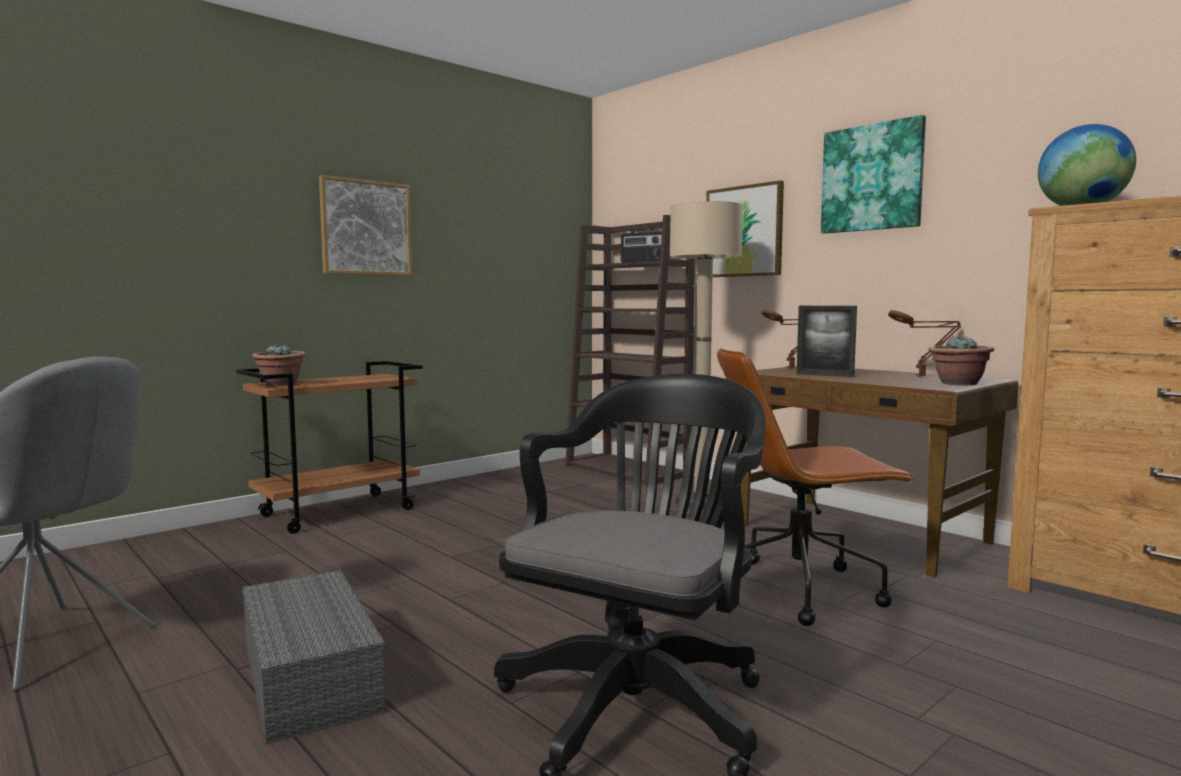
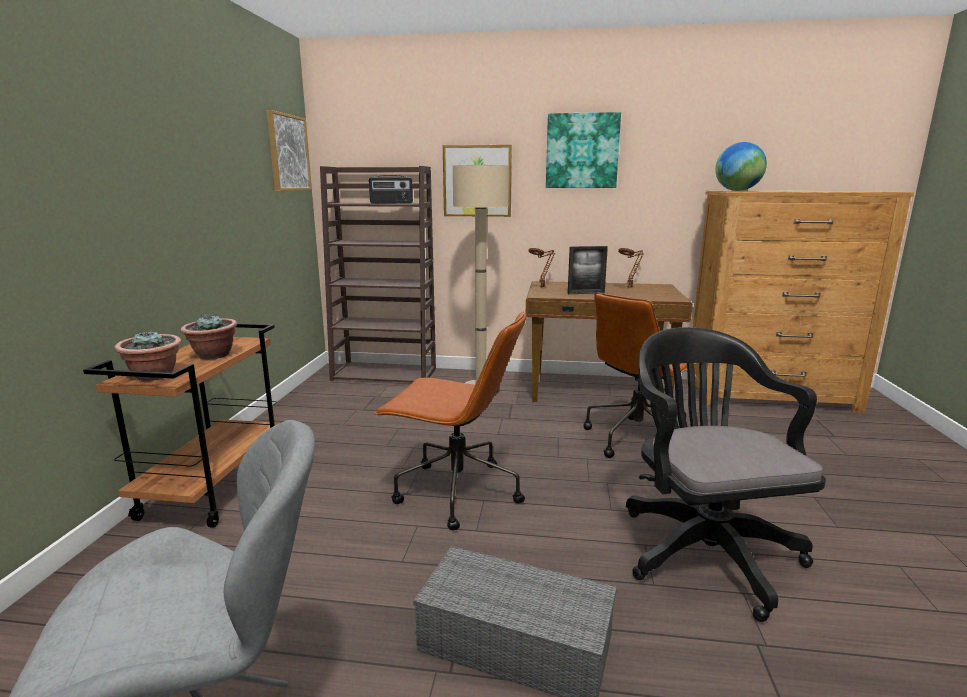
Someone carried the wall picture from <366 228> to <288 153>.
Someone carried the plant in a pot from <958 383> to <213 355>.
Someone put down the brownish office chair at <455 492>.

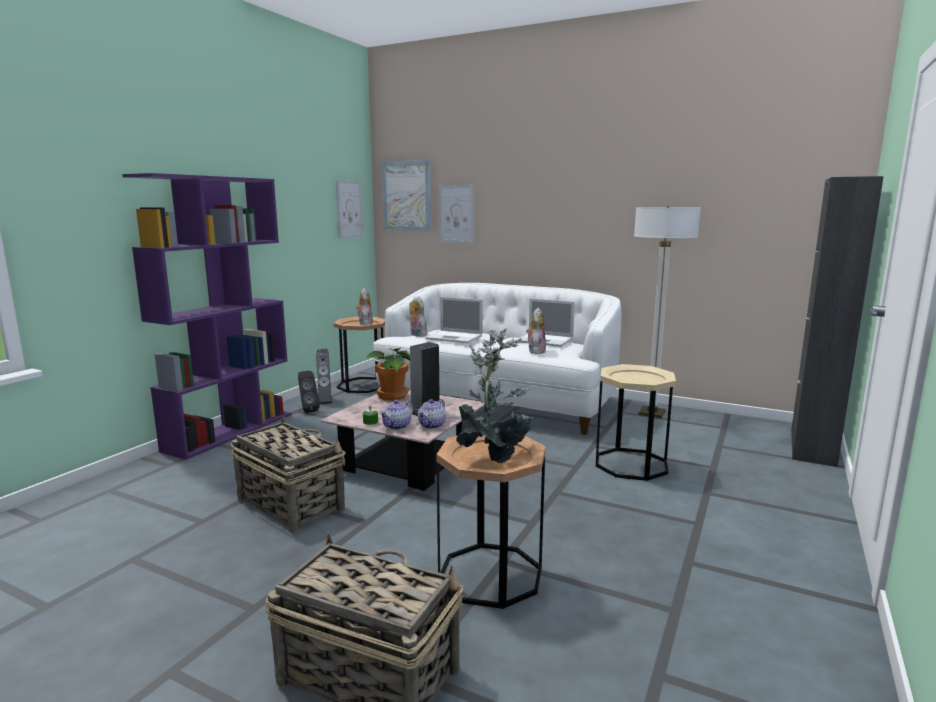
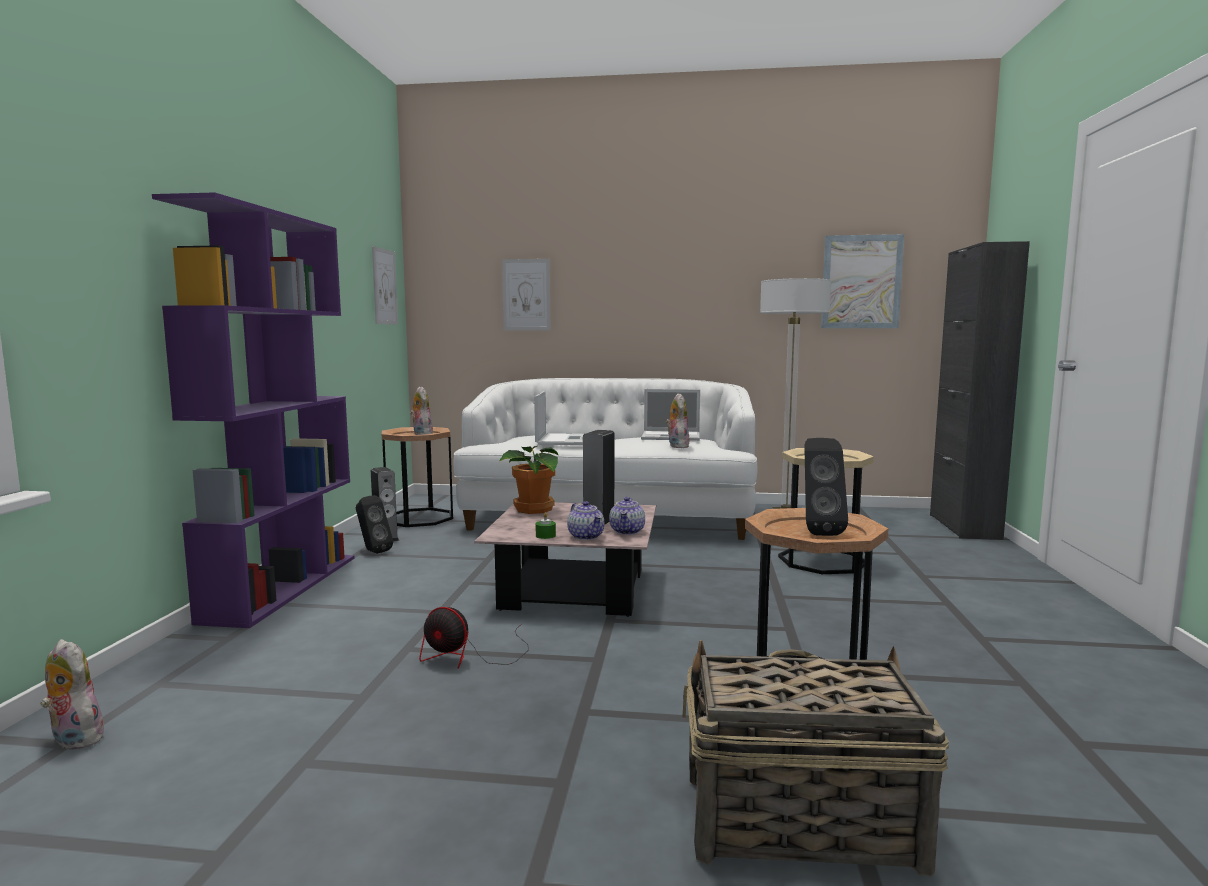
Someone carried the wall picture from <406 196> to <861 282>.
Someone carried the soft toy from <416 335> to <73 739>.
Someone rotated the portable computer at <455 337> by 90 degrees counterclockwise.
Someone swapped the plant in a pot at <493 457> for the blackish speaker at <818 532>.
Someone rotated the tea pot at <397 426> by 45 degrees counterclockwise.
Someone swapped the storage basket at <290 503> for the cooling fan at <471 656>.

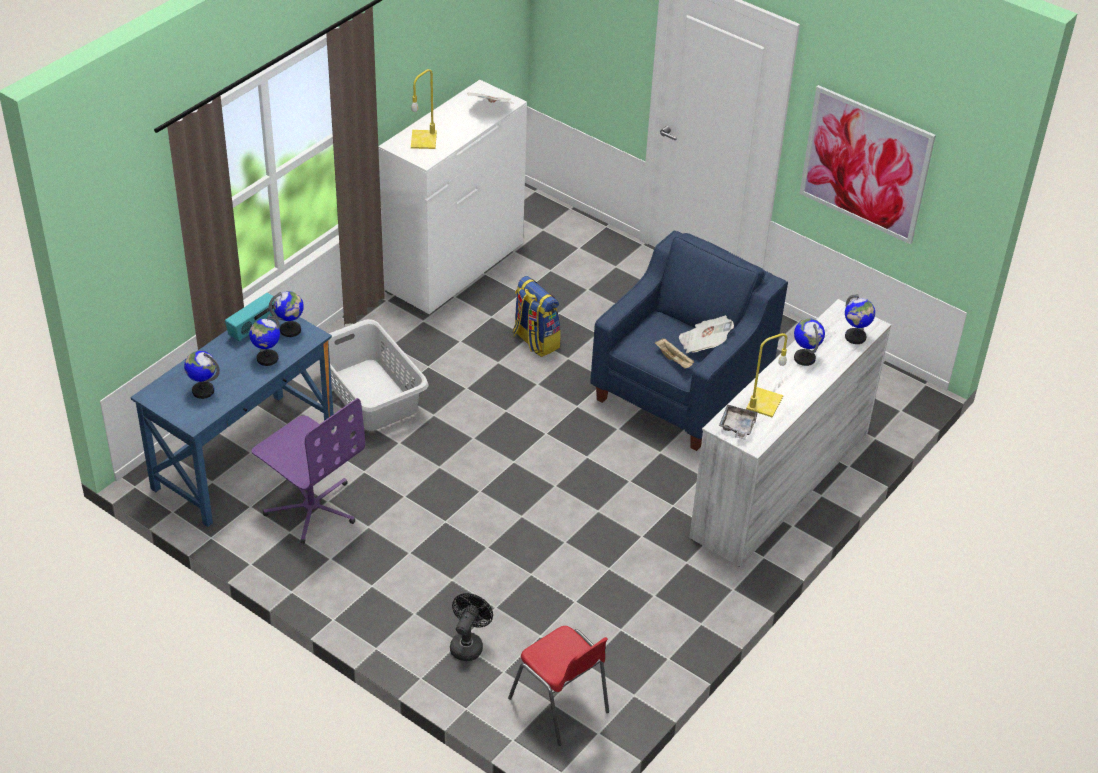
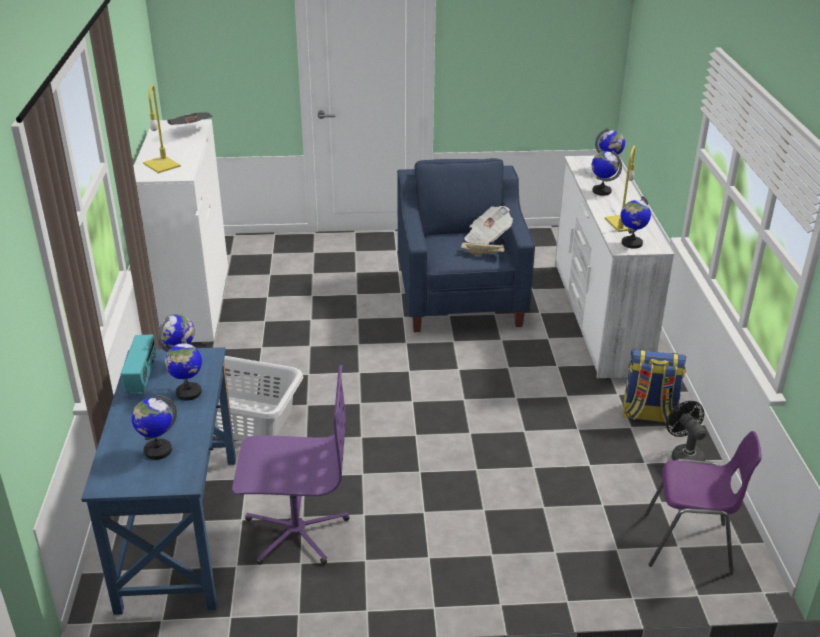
Someone took away the wall picture at <865 164>.
Someone carried the backpack from <535 341> to <648 415>.
Someone swapped the grey carrying tray at <737 426> for the world globe at <631 243>.
Someone carried the blackish cooling fan from <468 644> to <684 456>.
Someone repainted the red-coloured plain chair at <560 707>, which became the purple-coloured plain chair at <690 544>.

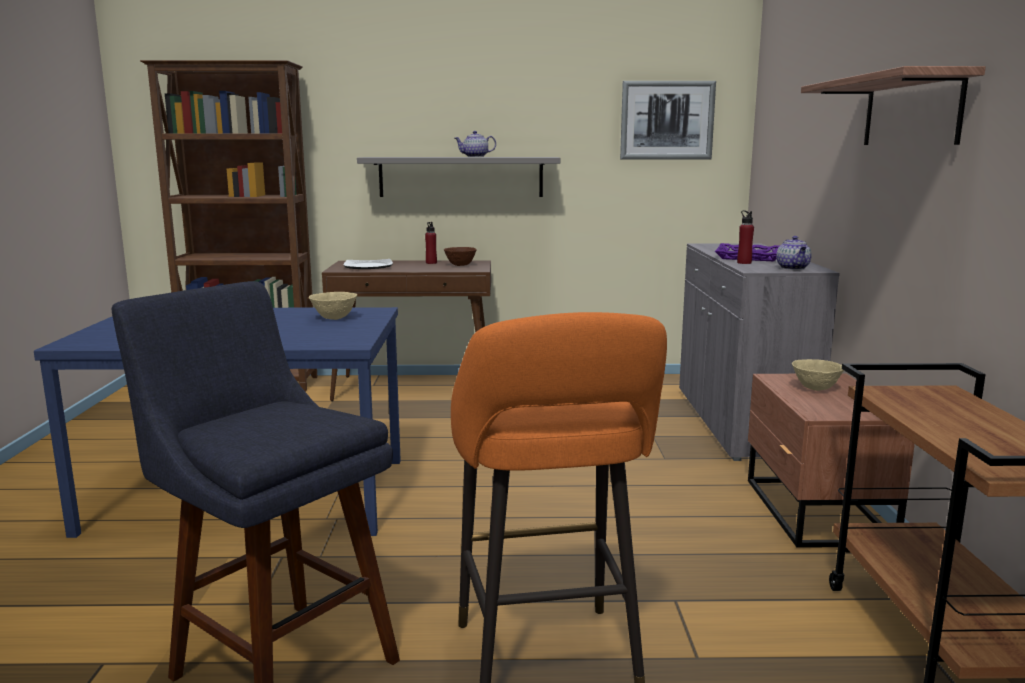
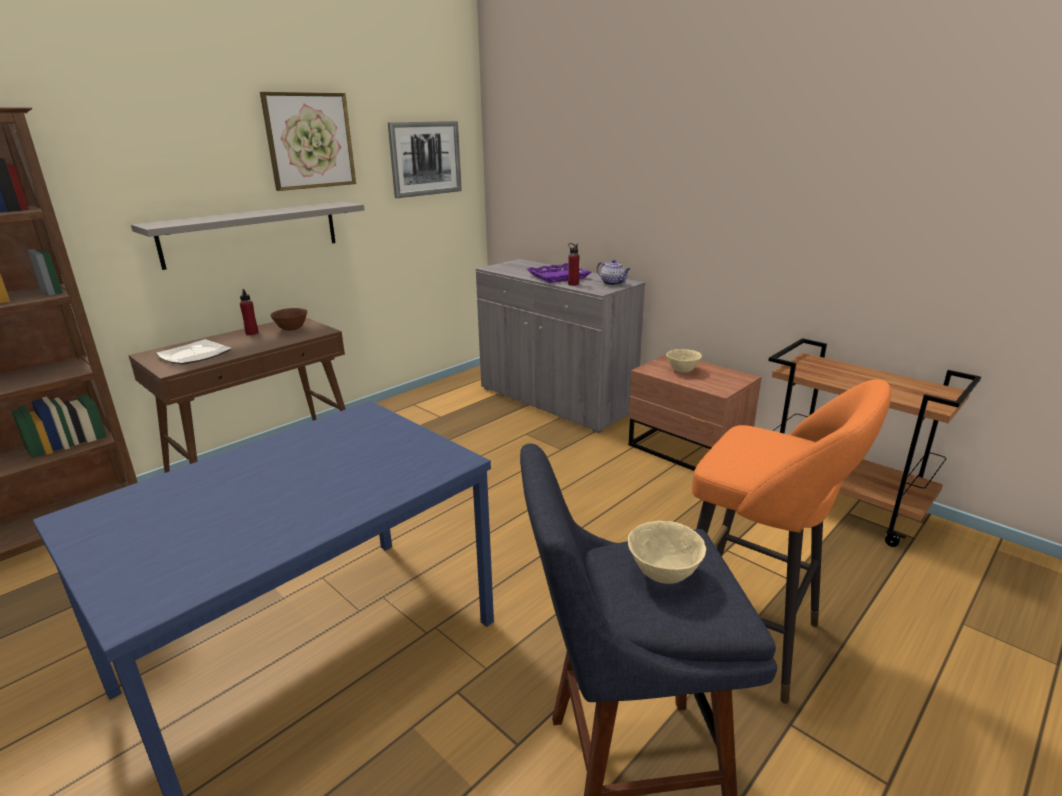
Someone took away the wall shelf at <911 111>.
Someone took away the tea pot at <474 156>.
Someone carried the sand-coloured bowl from <333 318> to <663 574>.
Someone put up the wall picture at <310 141>.

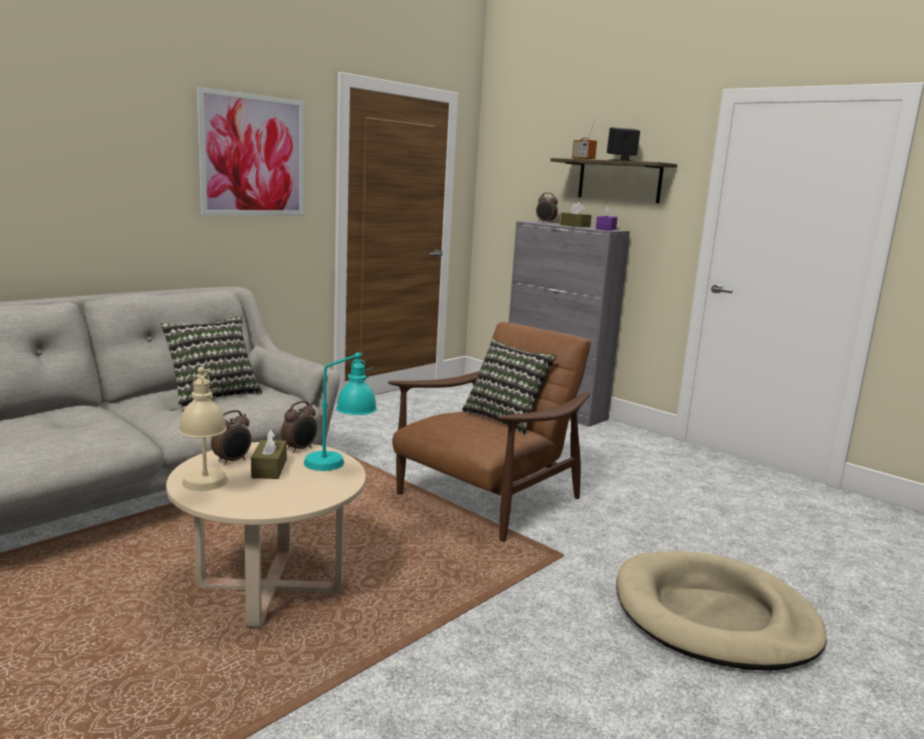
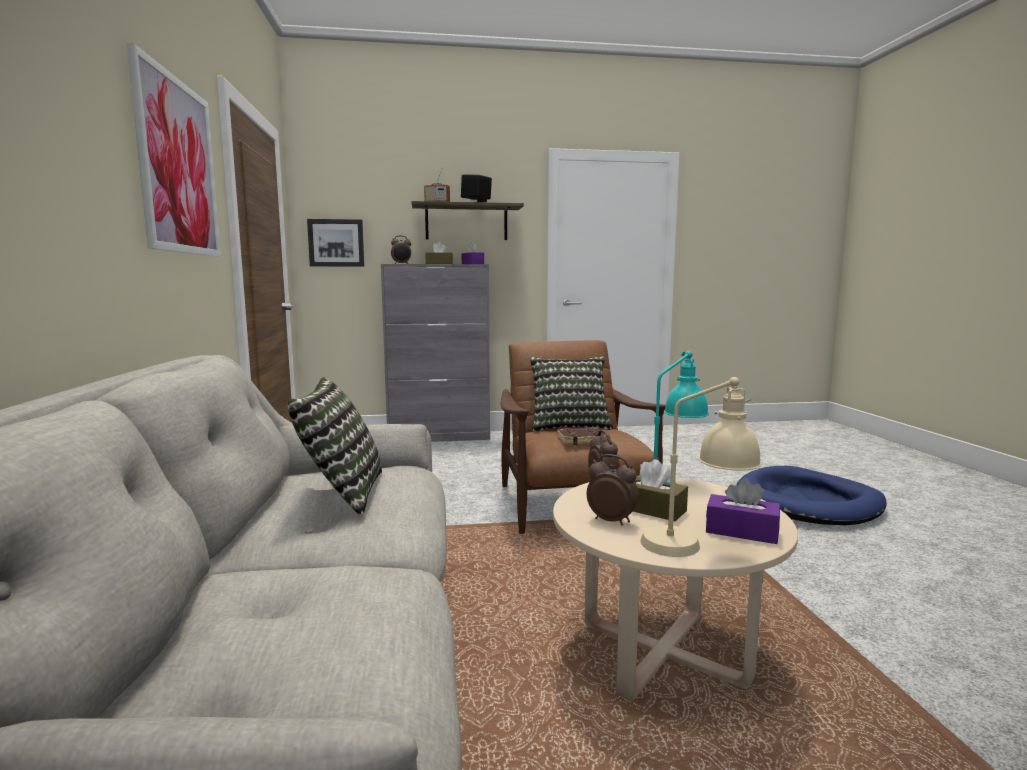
Someone rotated the bedside clock at <232 461> by 45 degrees counterclockwise.
Someone repainted the sand-coloured pet bed at <714 617>, which became the blue pet bed at <808 502>.
Someone put up the wall picture at <336 243>.
Someone put down the brownish bound book at <581 439>.
Someone put down the purple-coloured tissue box at <741 531>.

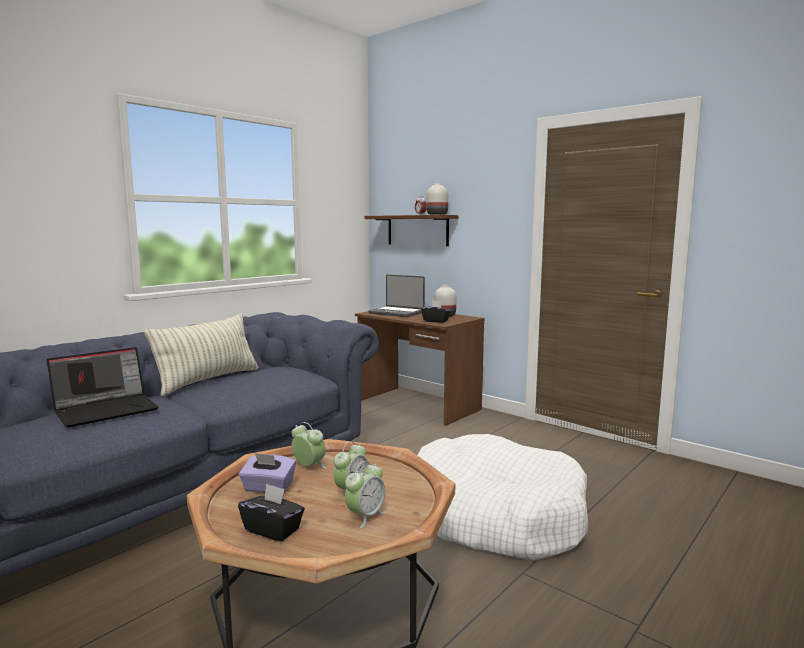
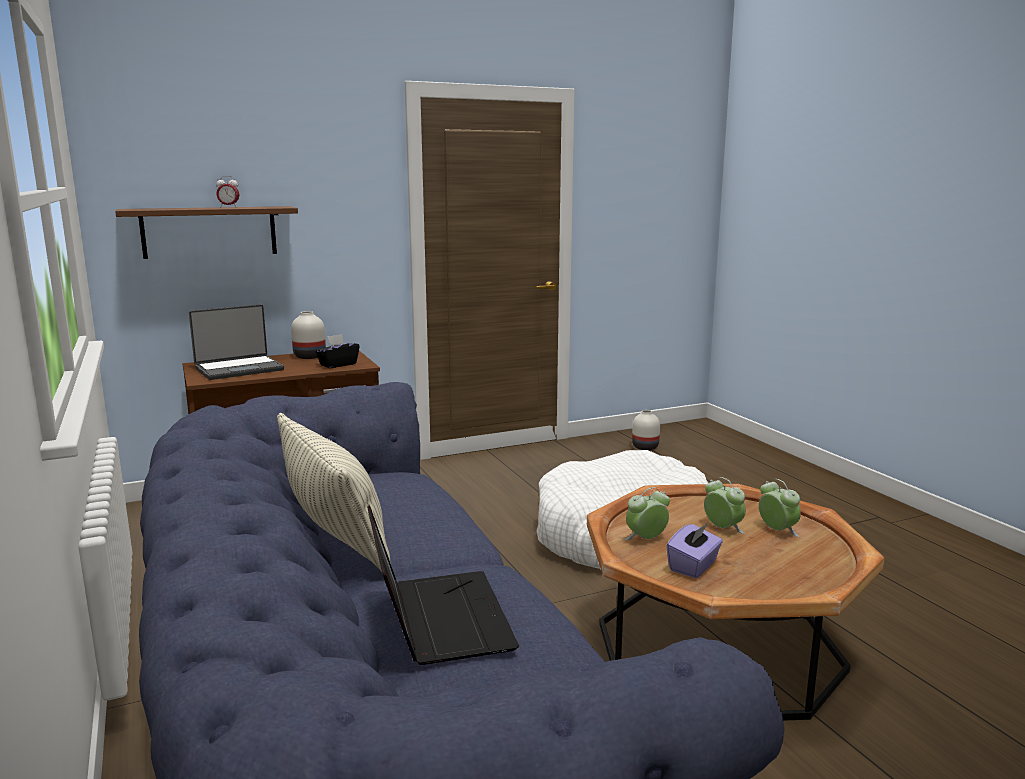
Someone carried the whitish decorative vase from <437 214> to <646 447>.
Someone took away the blackish tissue box at <273 530>.

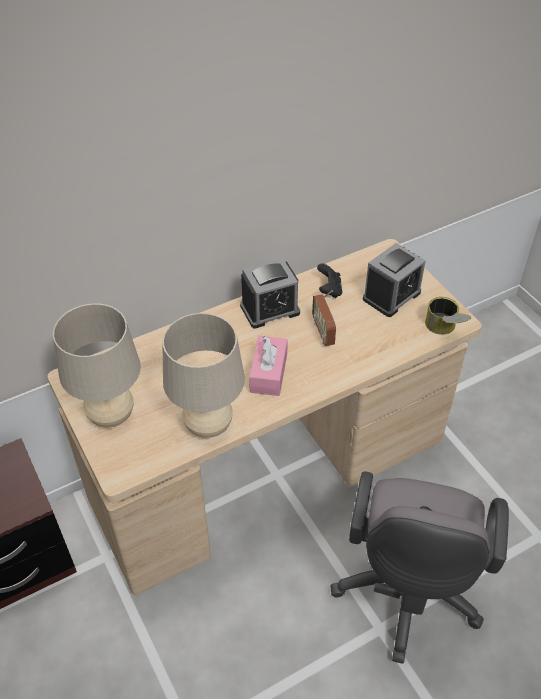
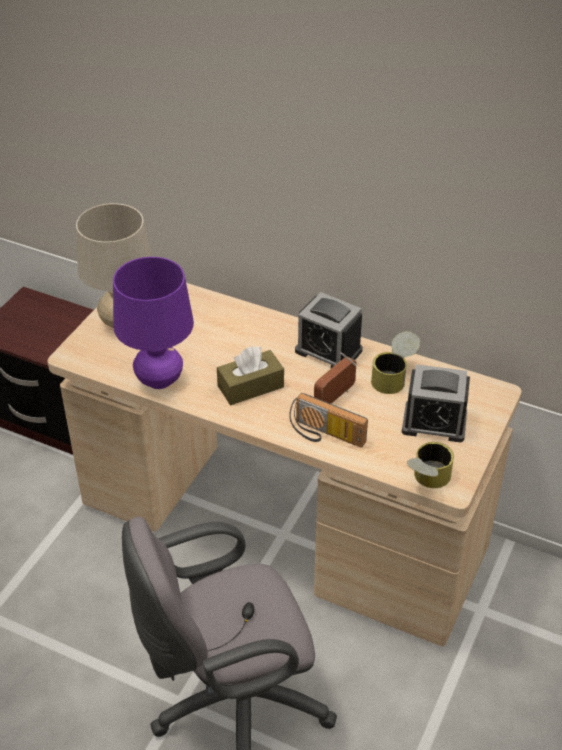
Someone swapped the blackish game controller at <329 290> for the sealed can at <394 377>.
Someone repainted the sand-coloured tabletop lamp at <208 426>, which became the purple-coloured tabletop lamp at <159 380>.
Someone repainted the pink tissue box at <268 373>, which became the brownish tissue box at <250 386>.
Someone put down the radio receiver at <324 435>.

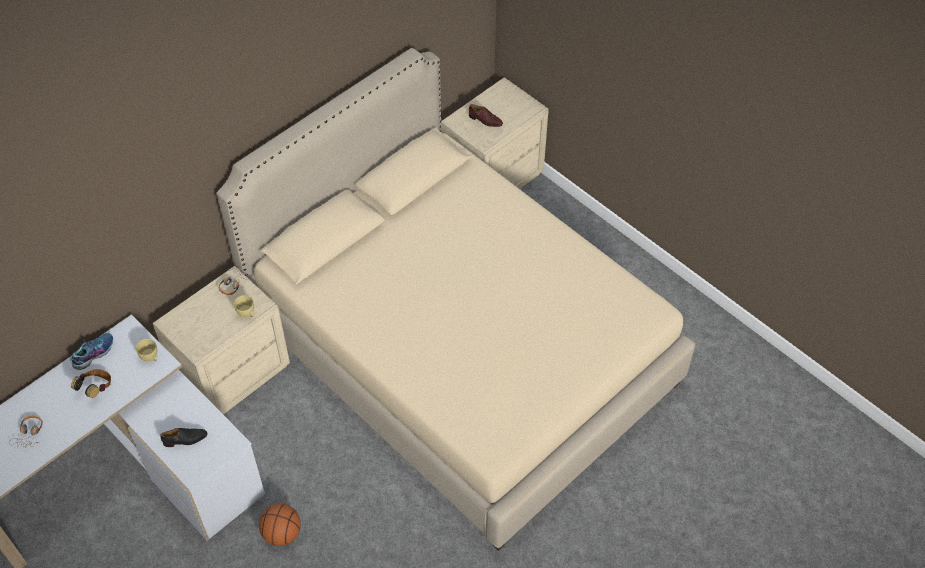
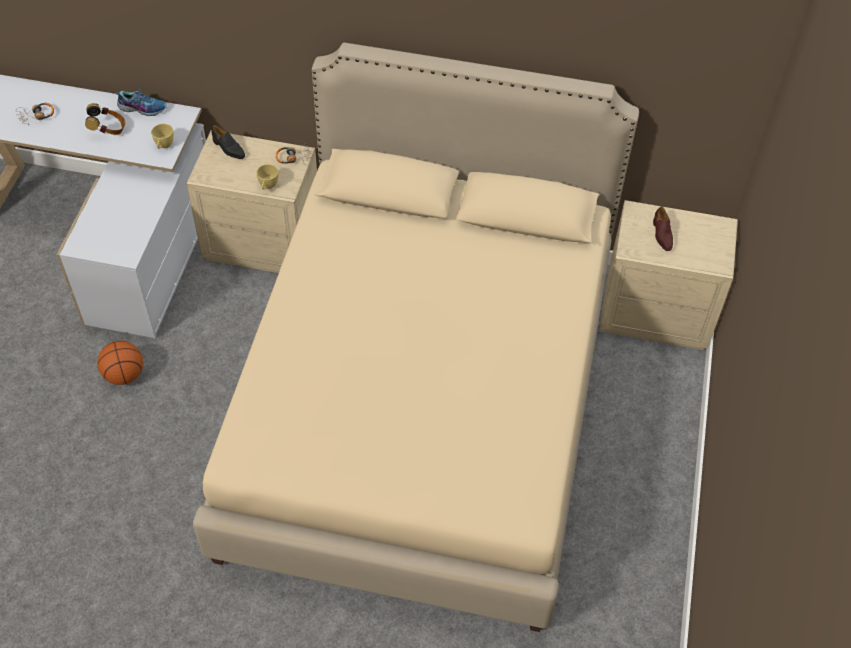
Someone carried the blackish low shoe from <185 439> to <228 148>.

